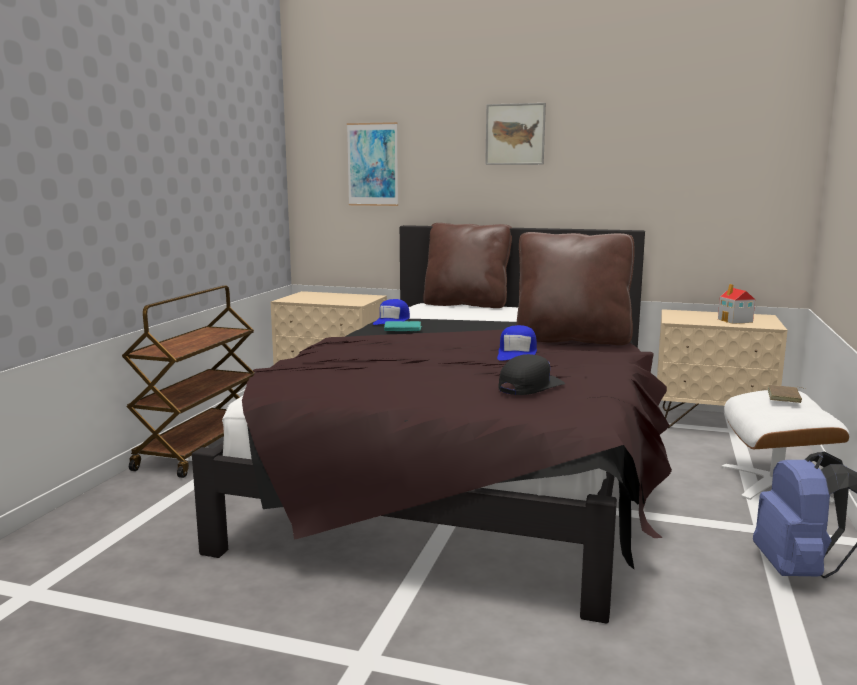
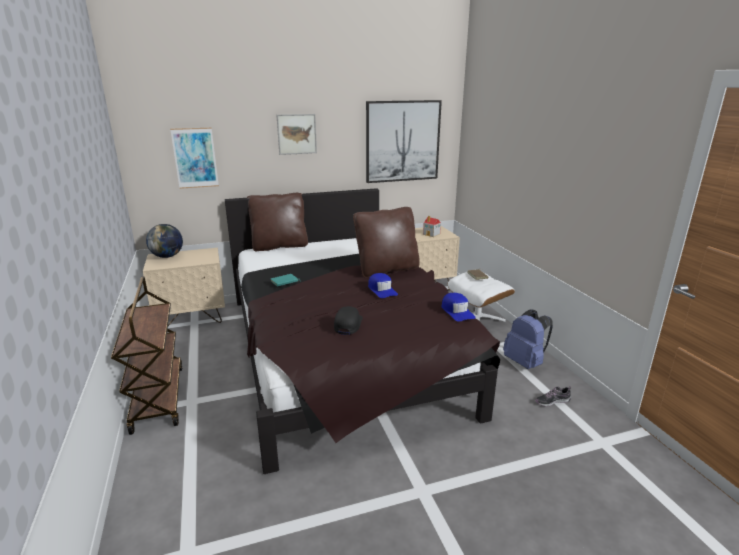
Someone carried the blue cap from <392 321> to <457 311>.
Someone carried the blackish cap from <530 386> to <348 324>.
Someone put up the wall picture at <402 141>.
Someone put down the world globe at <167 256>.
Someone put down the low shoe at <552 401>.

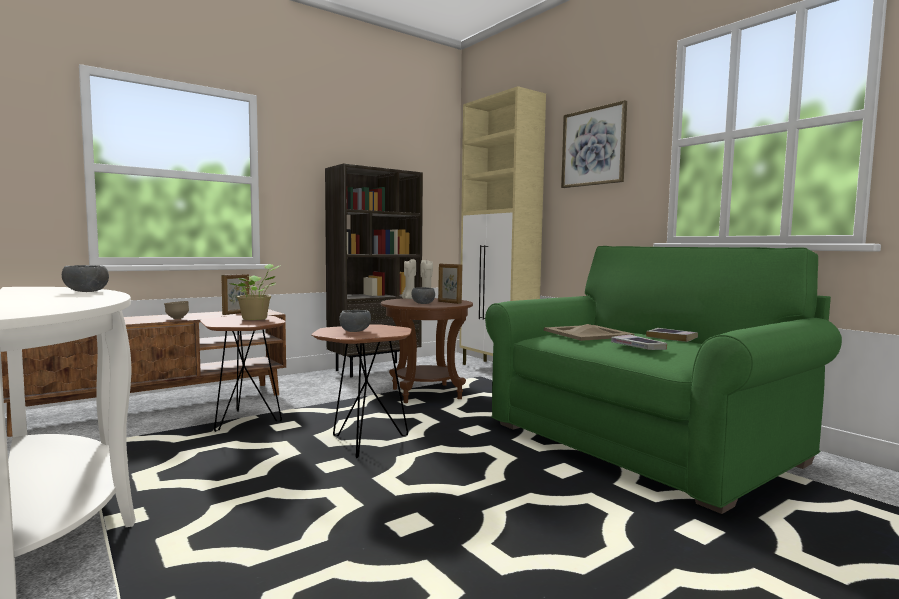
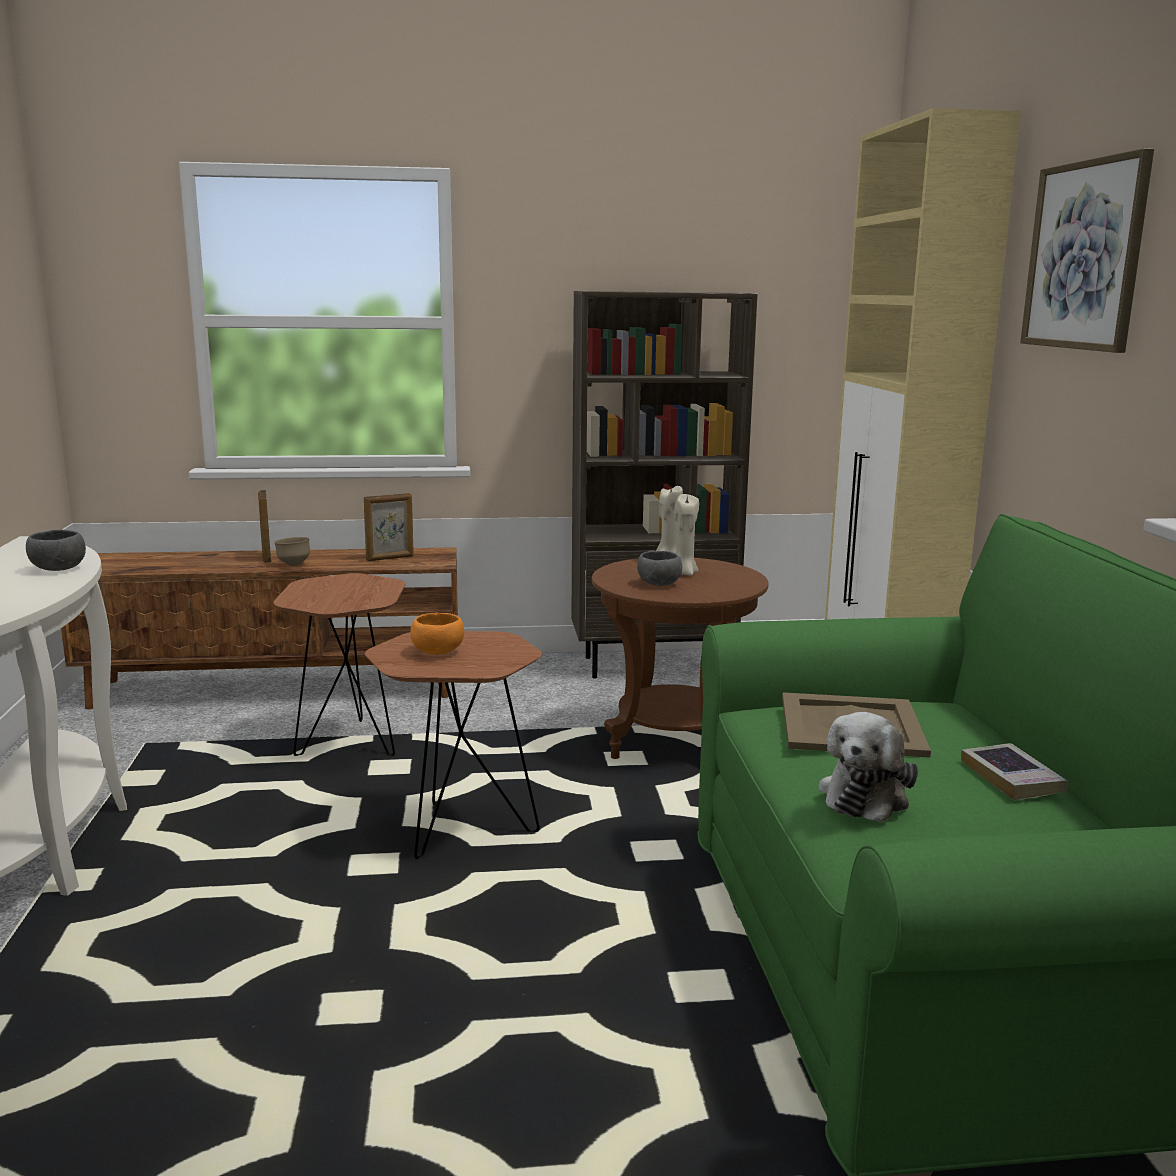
Someone took away the plant in a pot at <256 318>.
Someone carried the picture frame from <449 302> to <266 557>.
Someone repainted the grey bowl at <356 331>, which became the orangey bowl at <439 652>.
Someone swapped the bound book at <638 347> for the soft toy at <866 795>.

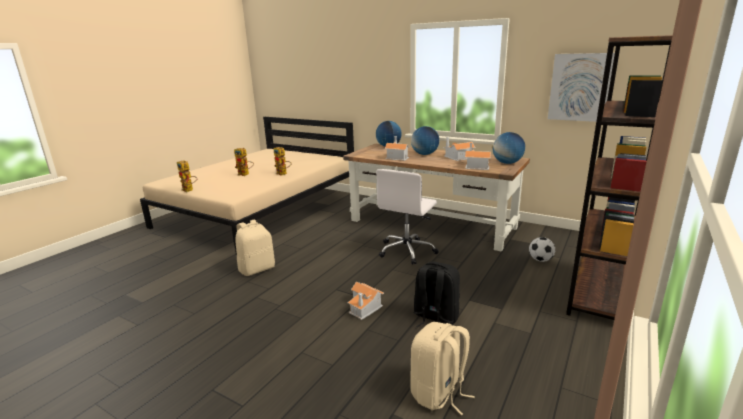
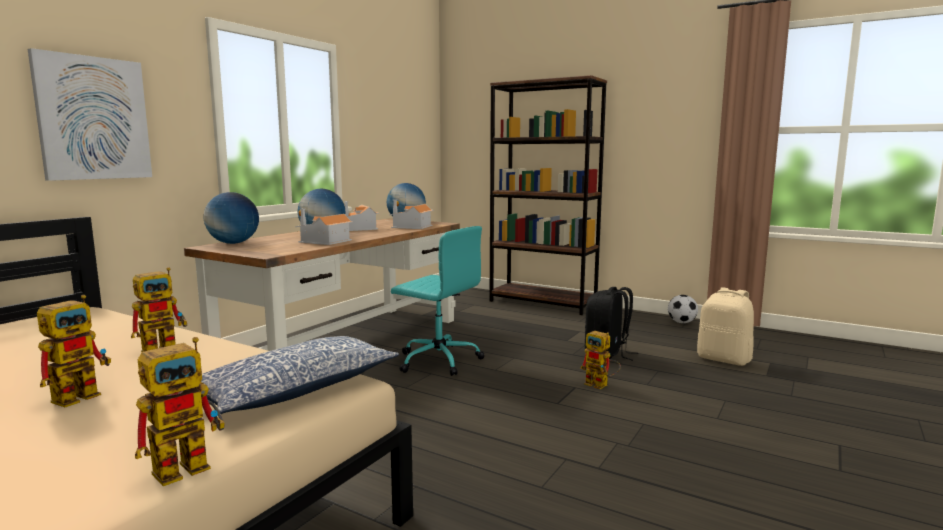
Someone carried the wall picture from <580 87> to <93 118>.
Someone repainted the whitish office chair at <407 251>, which became the turquoise office chair at <438 360>.
Someone took away the sand-coloured backpack at <257 269>.
Someone carried the football from <540 260> to <681 322>.
Someone swapped the model house at <365 308> for the toy robot at <601 385>.
Someone put down the throw pillow at <296 390>.

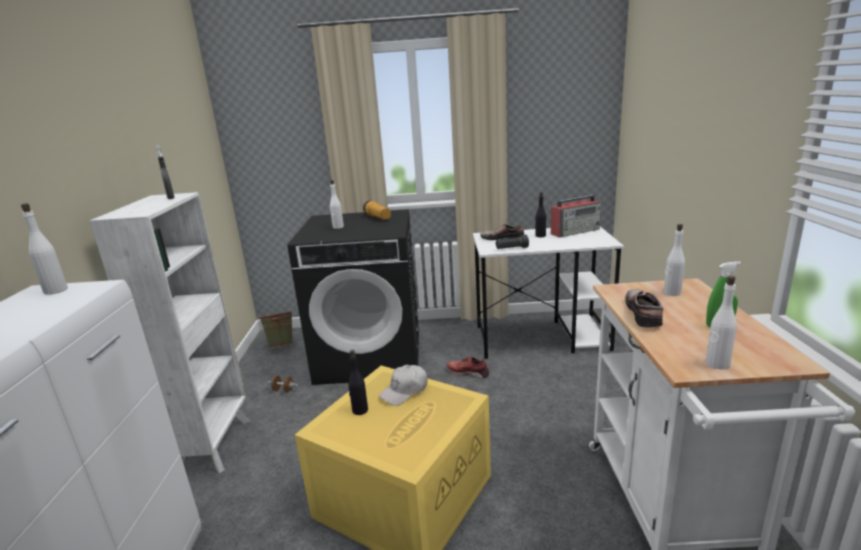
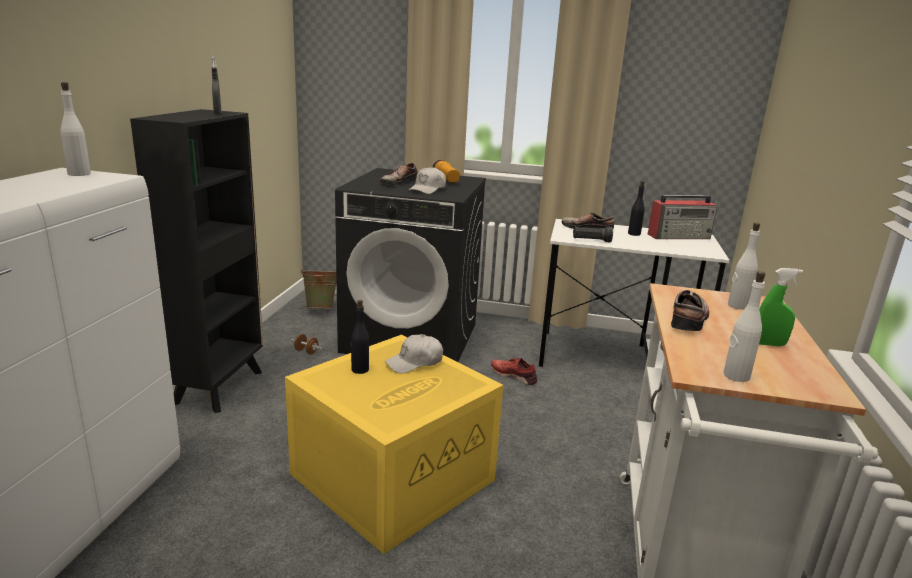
Someone swapped the whitish bottle at <338 227> for the low shoe at <397 182>.
Someone repainted the whitish bookshelf at <215 444>, which became the blackish bookshelf at <220 386>.
Someone put down the whitish cap at <428 189>.

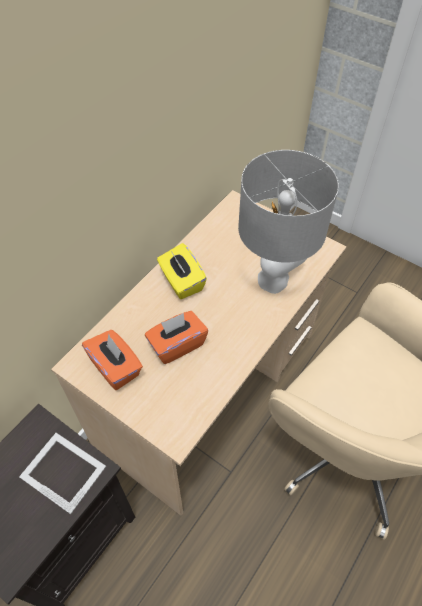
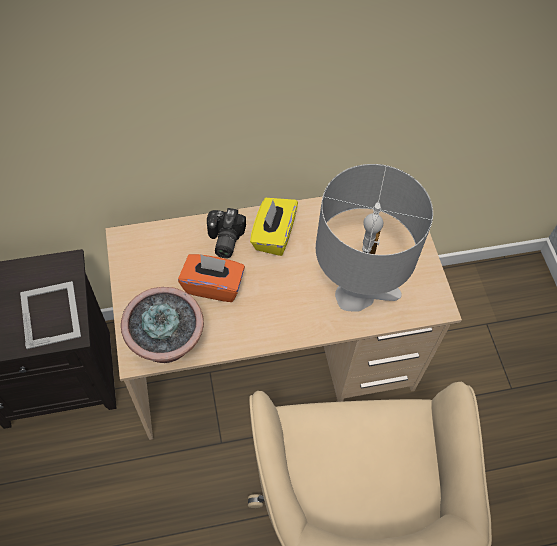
Someone took away the orangey tissue box at <116 367>.
Someone put down the photo camera at <223 240>.
Someone put down the plant in a pot at <167 342>.

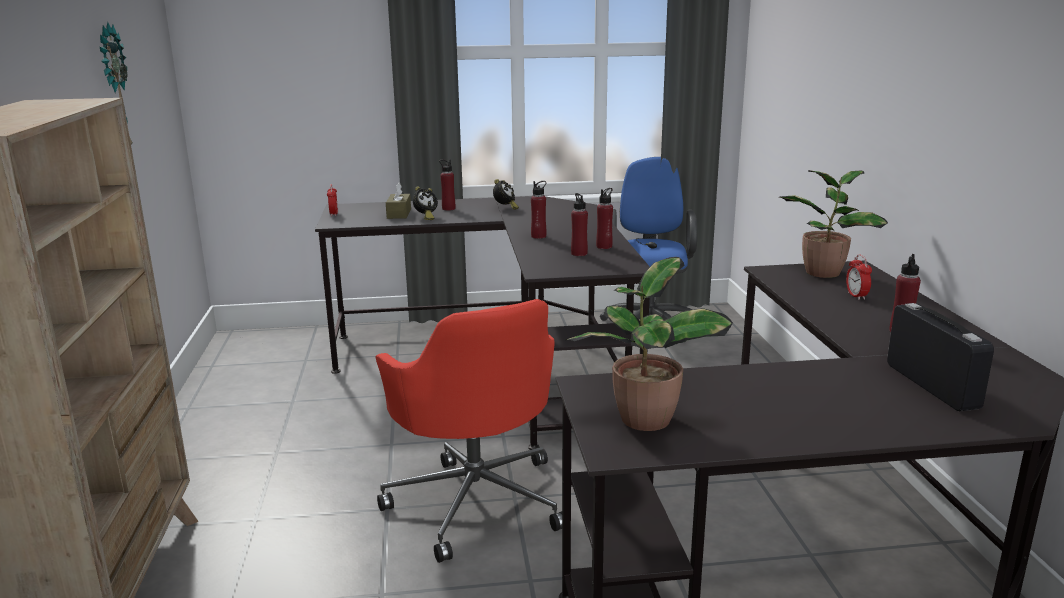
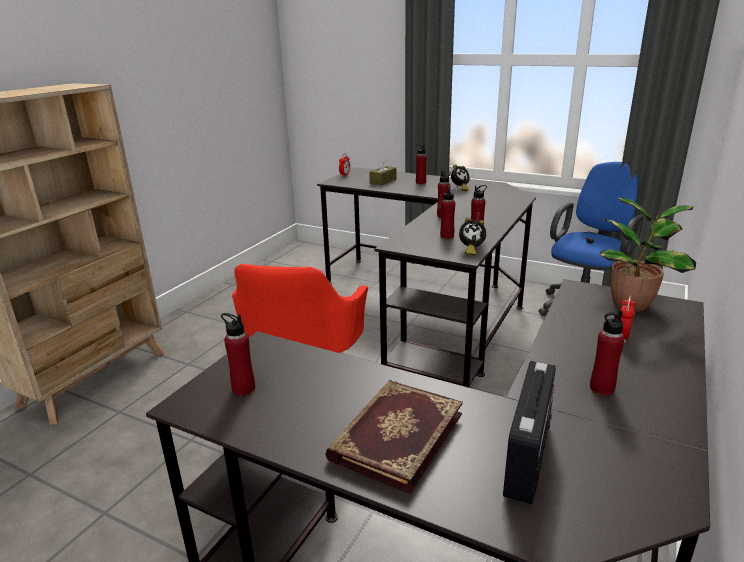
Someone took away the hanging clock at <113 88>.
Someone carried the bedside clock from <425 217> to <470 250>.
Someone swapped the plant in a pot at <644 421> for the red-coloured bottle at <243 388>.
Someone put down the bound book at <395 435>.

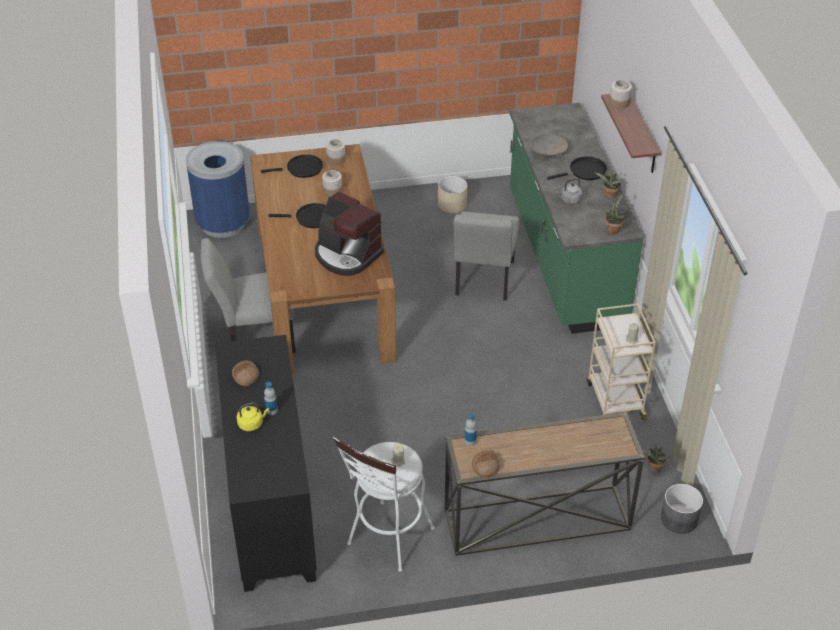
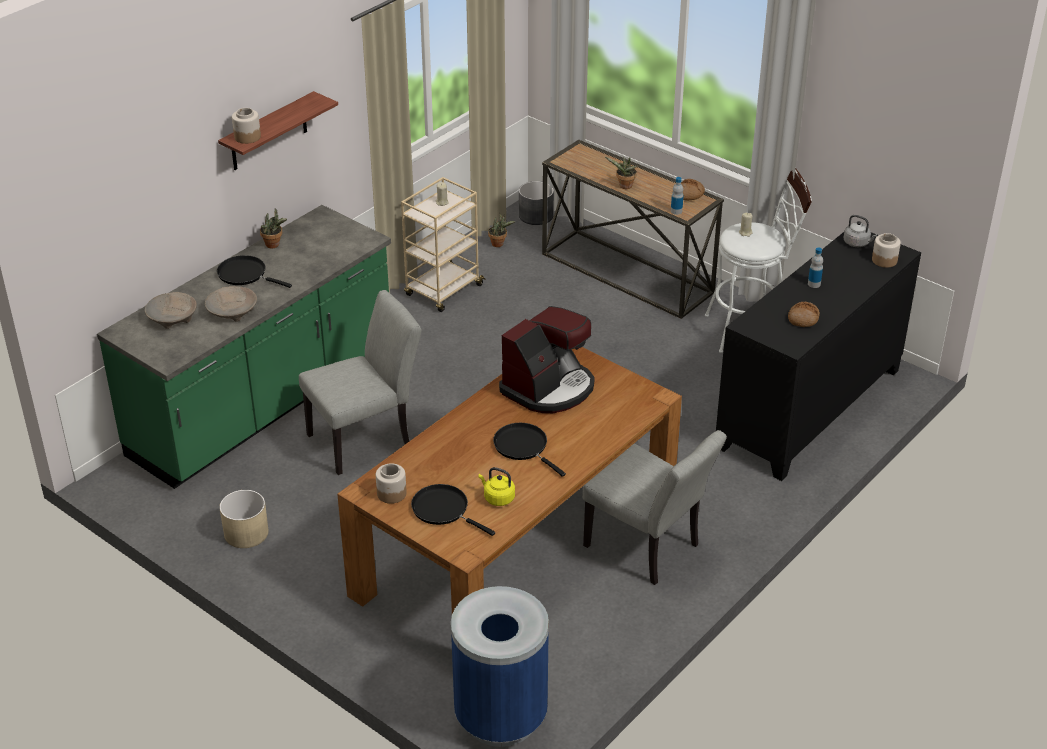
Someone carried the preserve jar from <333 190> to <884 260>.
Someone carried the grey tea kettle from <569 200> to <857 243>.
Someone rotated the coffee maker at <347 255> by 45 degrees clockwise.
Someone carried the plant in a pot from <613 229> to <624 186>.
Someone carried the yellow tea kettle from <252 424> to <497 498>.
Someone put down the sand-coloured bowl at <172 318>.

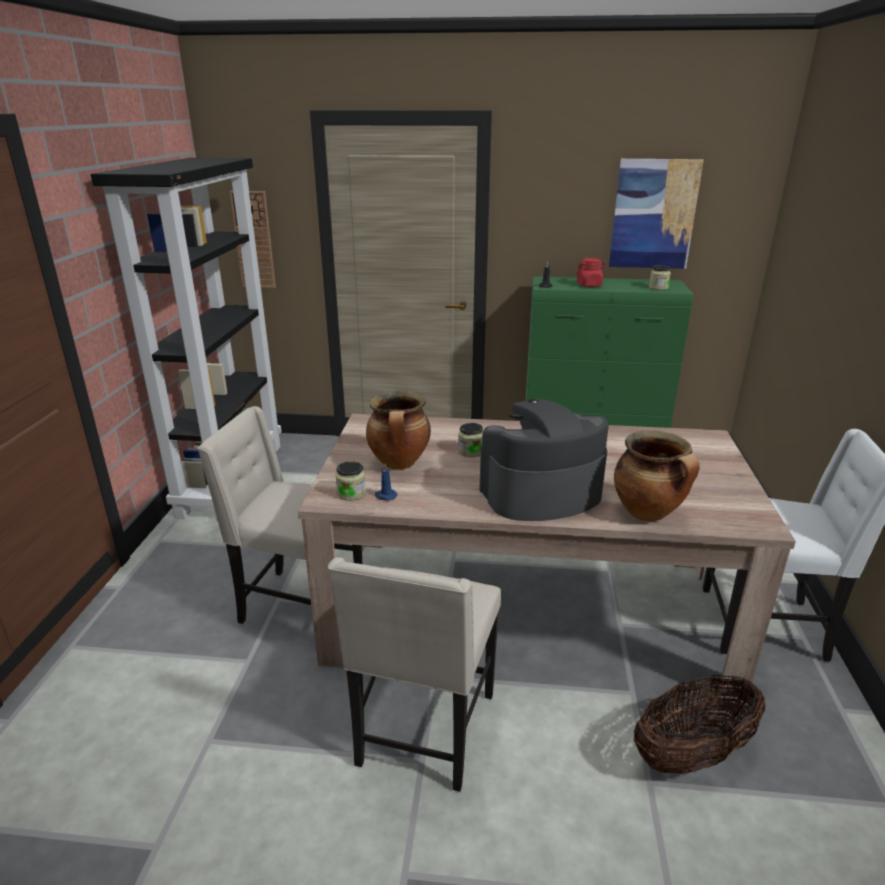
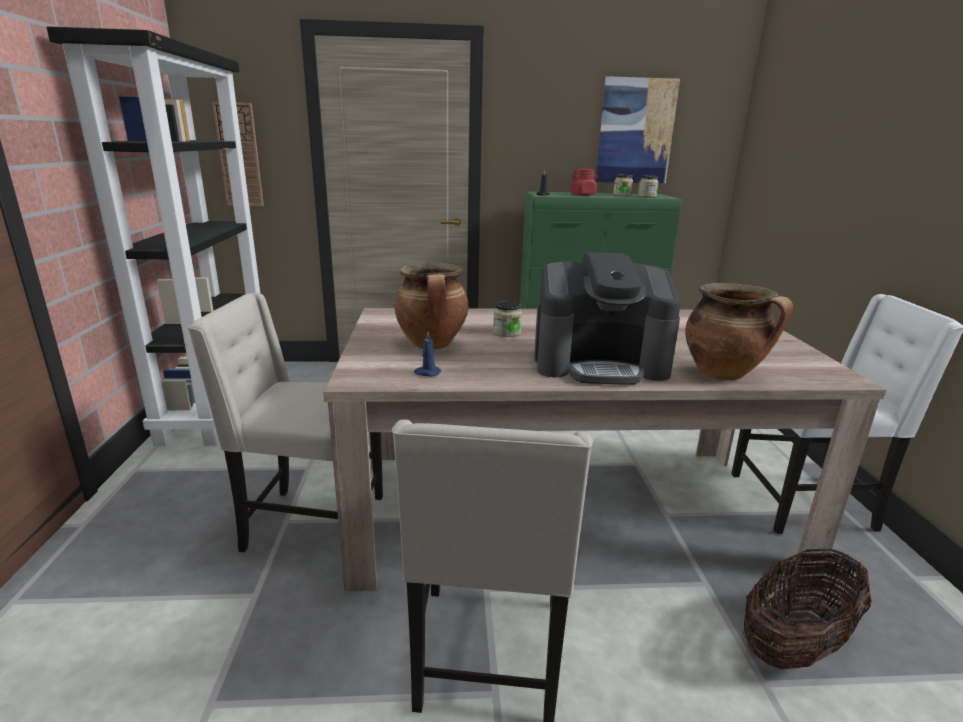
Someone rotated the coffee maker at <540 493> by 150 degrees counterclockwise.
Someone carried the preserve jar from <351 493> to <622 195>.

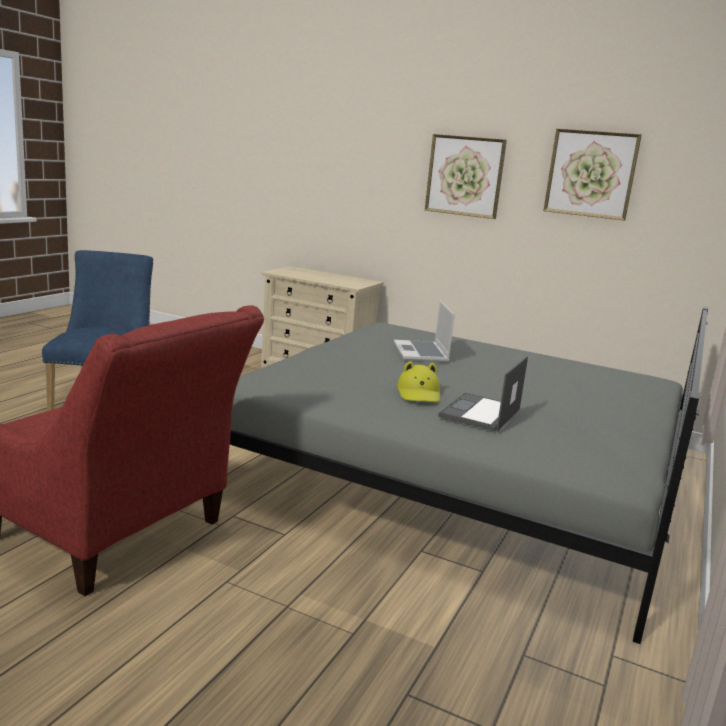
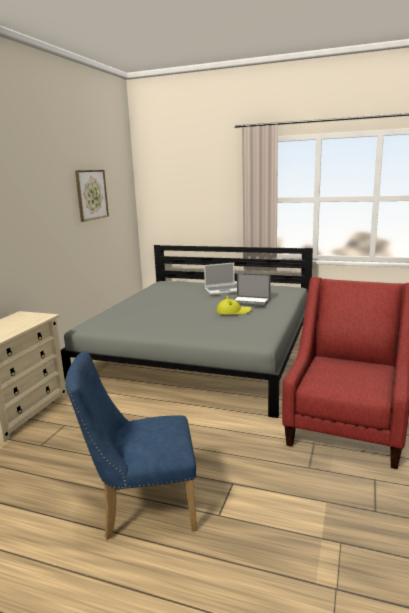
Someone took away the wall picture at <465 176>.
Someone carried the portable computer from <421 353> to <223 290>.

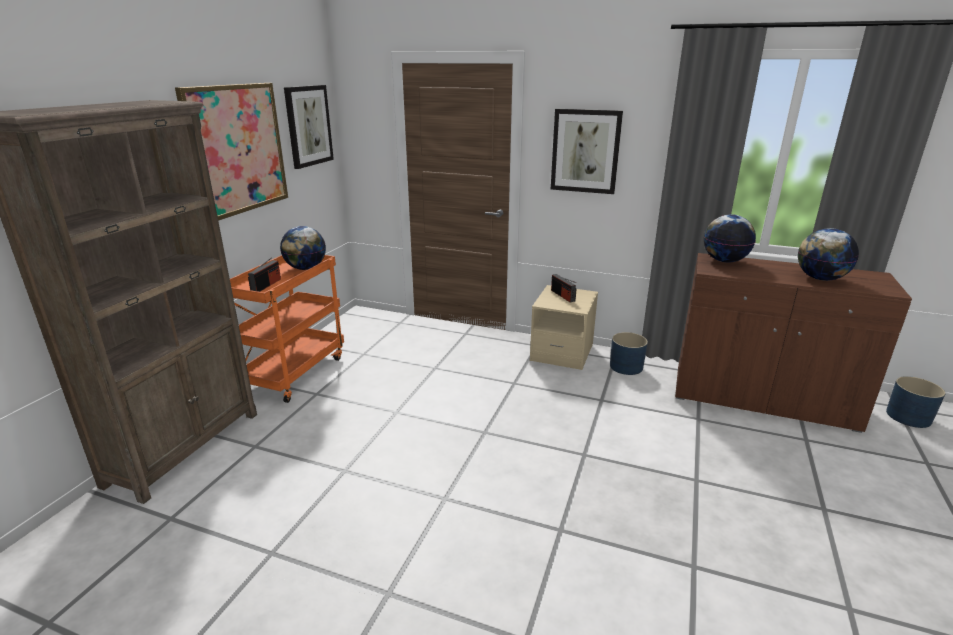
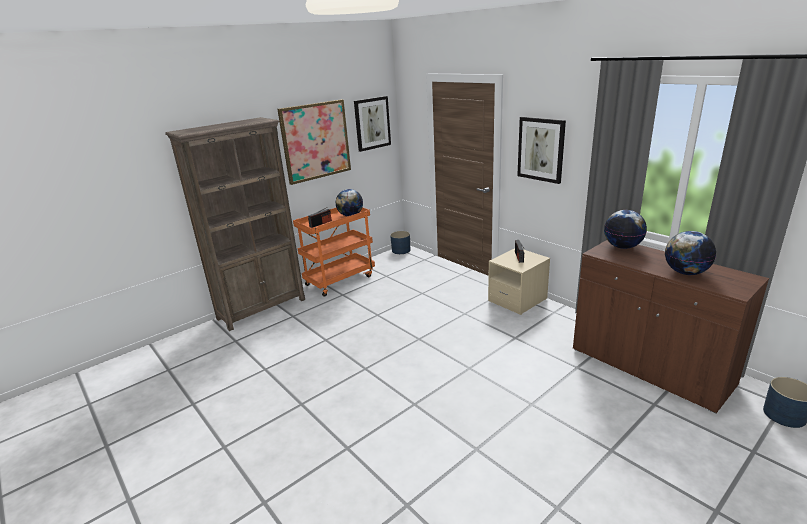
Someone carried the blue planter from <626 366> to <401 250>.

